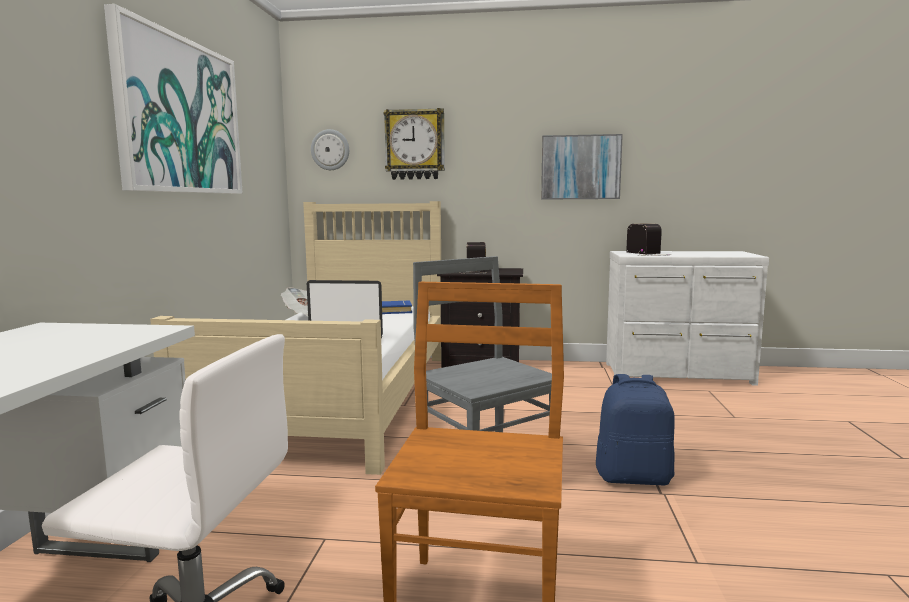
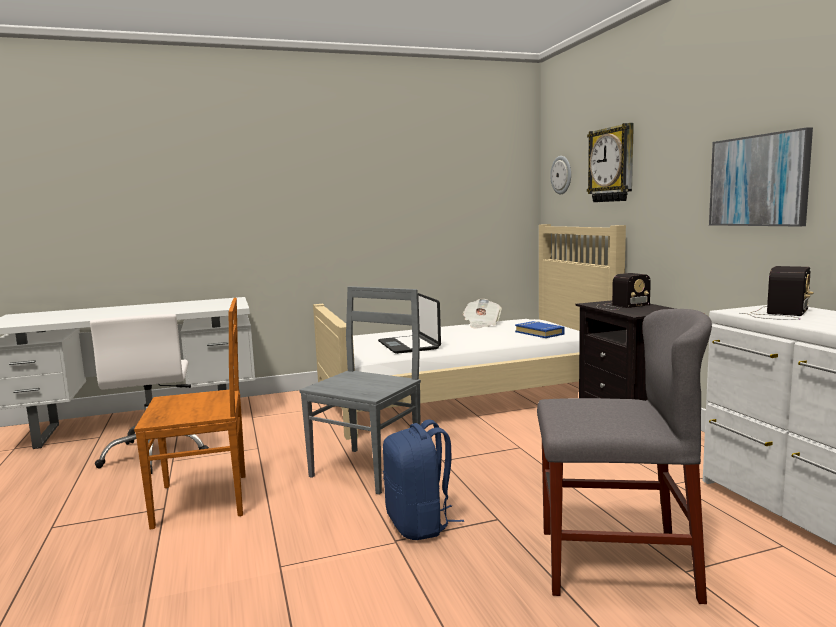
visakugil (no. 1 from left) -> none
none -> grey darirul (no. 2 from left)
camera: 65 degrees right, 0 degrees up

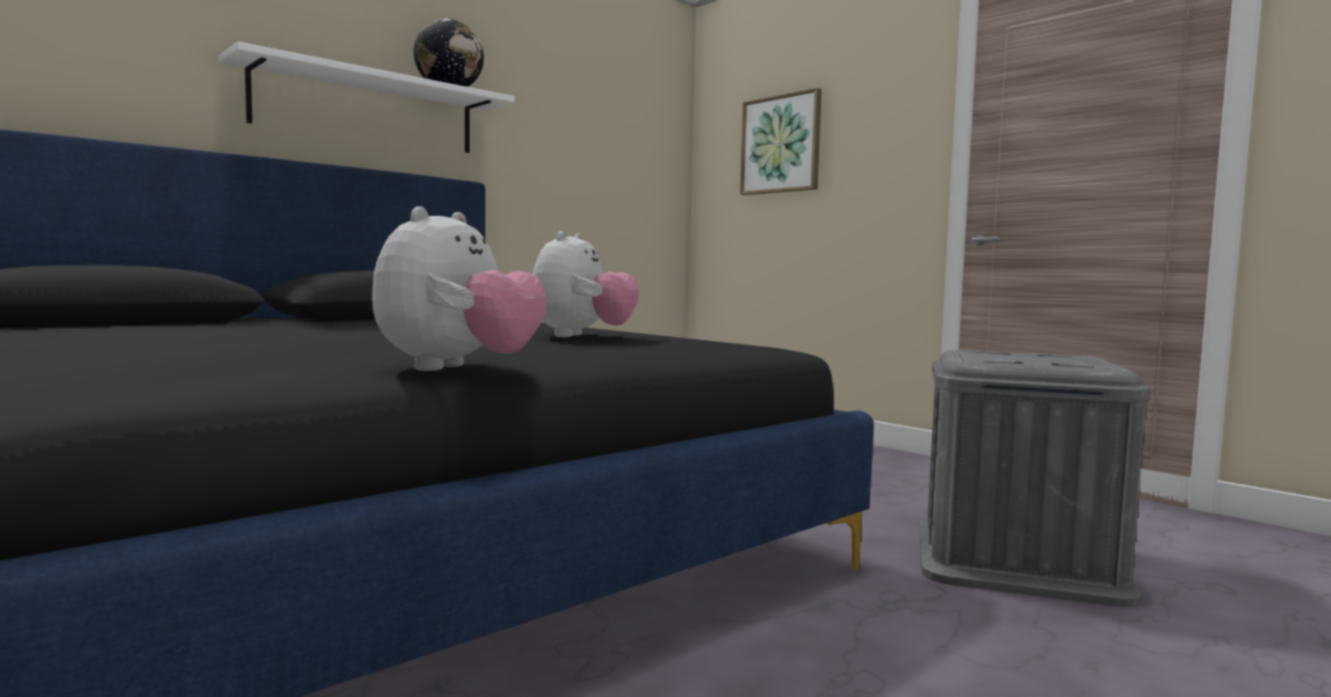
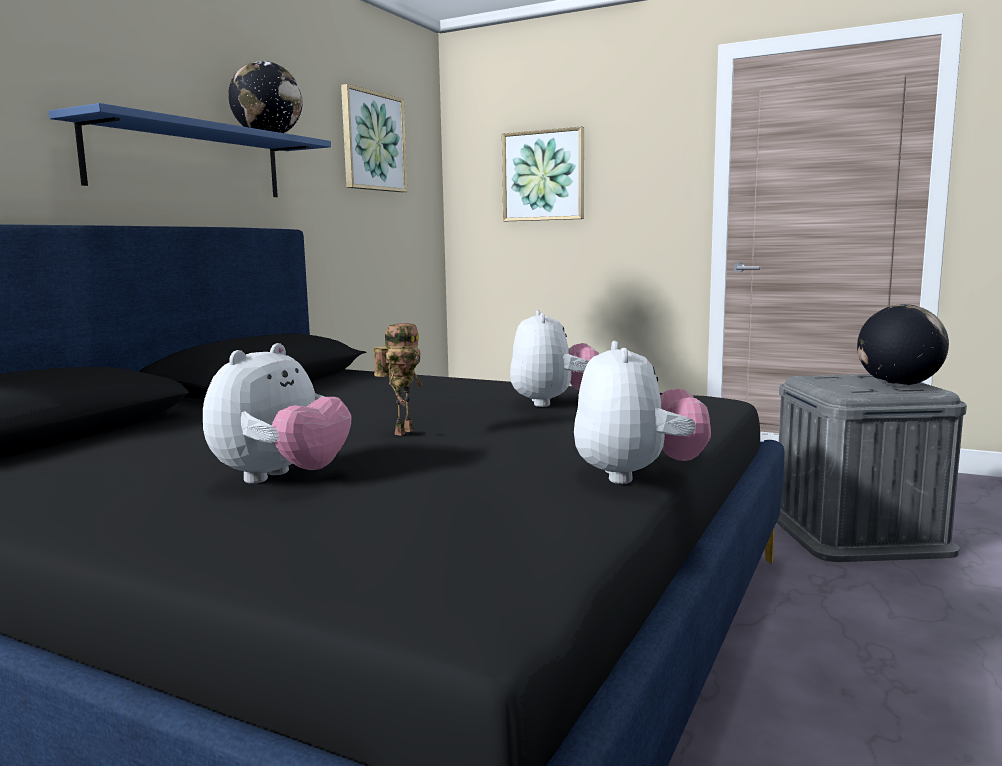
none -> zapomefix (no. 1 from left)
none -> visakugil (no. 1 from left)
none -> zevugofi
none -> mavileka (no. 2 from left)
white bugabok -> blue bugabok
camera: 20 degrees left, 5 degrees up

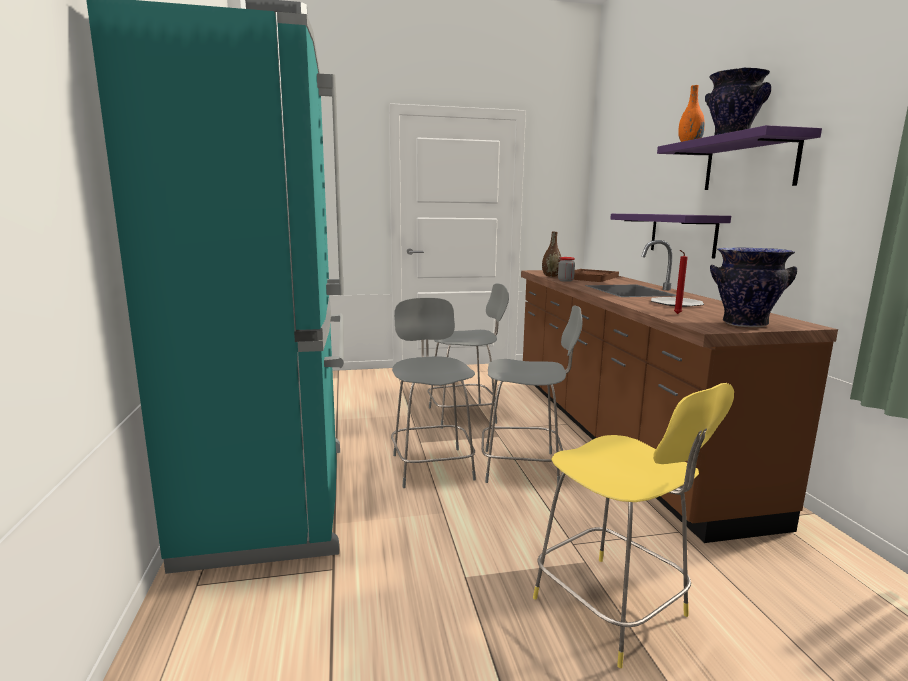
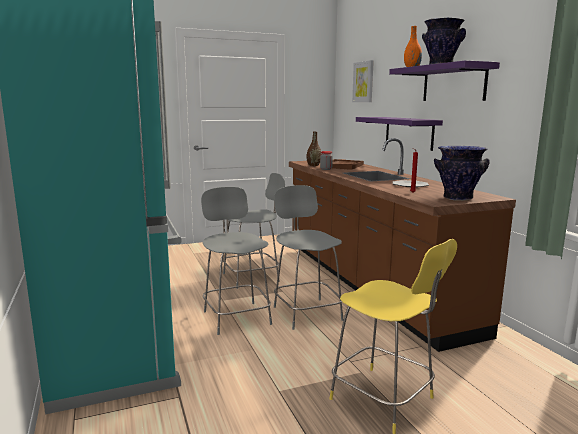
none -> visakugil
grey darirul (no. 3 from left), 105 degrees counterclockwise
camera: 10 degrees left, 0 degrees up

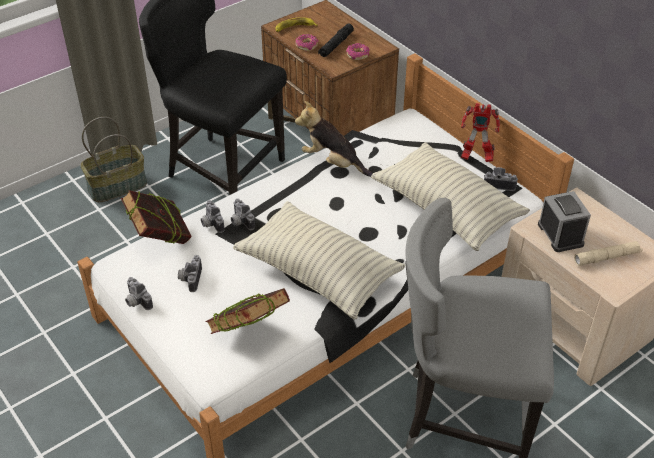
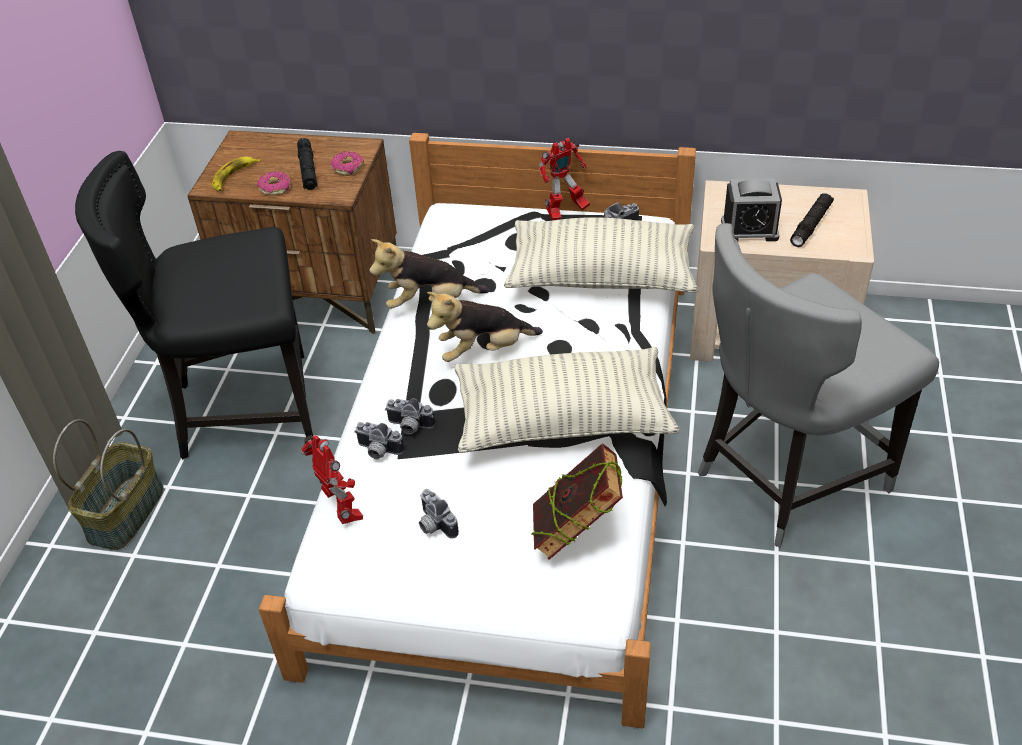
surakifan (no. 1 from left) -> none
none -> zapomefix (no. 2 from left)
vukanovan (no. 1 from left) -> zevugofi (no. 1 from left)
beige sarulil -> black sarulil (no. 2 from left)
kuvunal, 150 degrees clockwise
camera: 40 degrees left, 0 degrees up

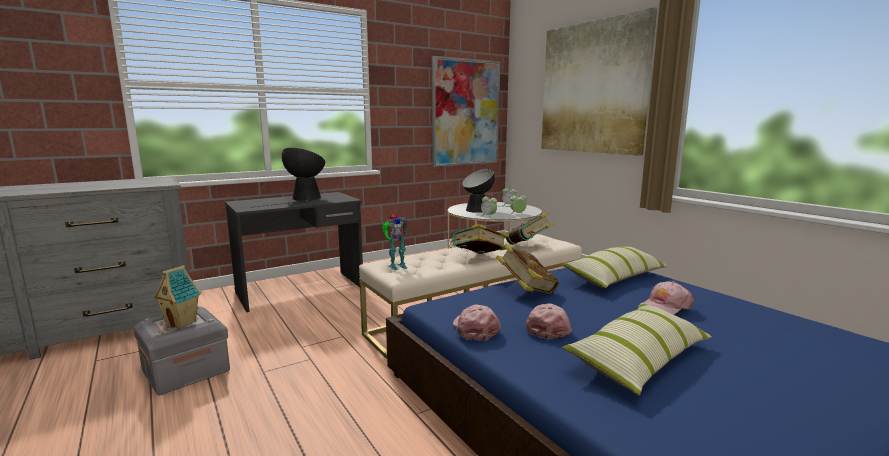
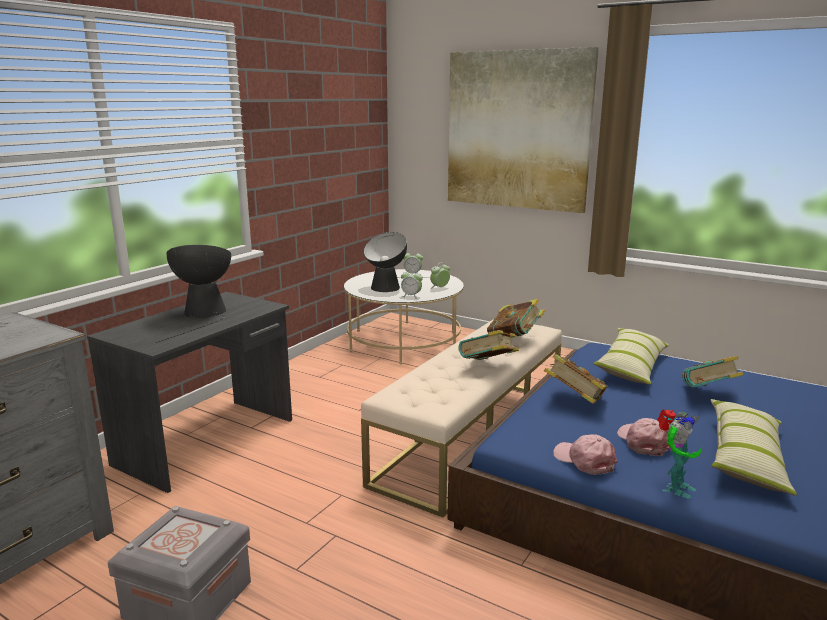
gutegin -> none
visakugil (no. 1 from left) -> none
zevugofi, shifted
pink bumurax (no. 3 from left) -> vukanovan (no. 4 from left)
camera: 25 degrees left, 5 degrees up

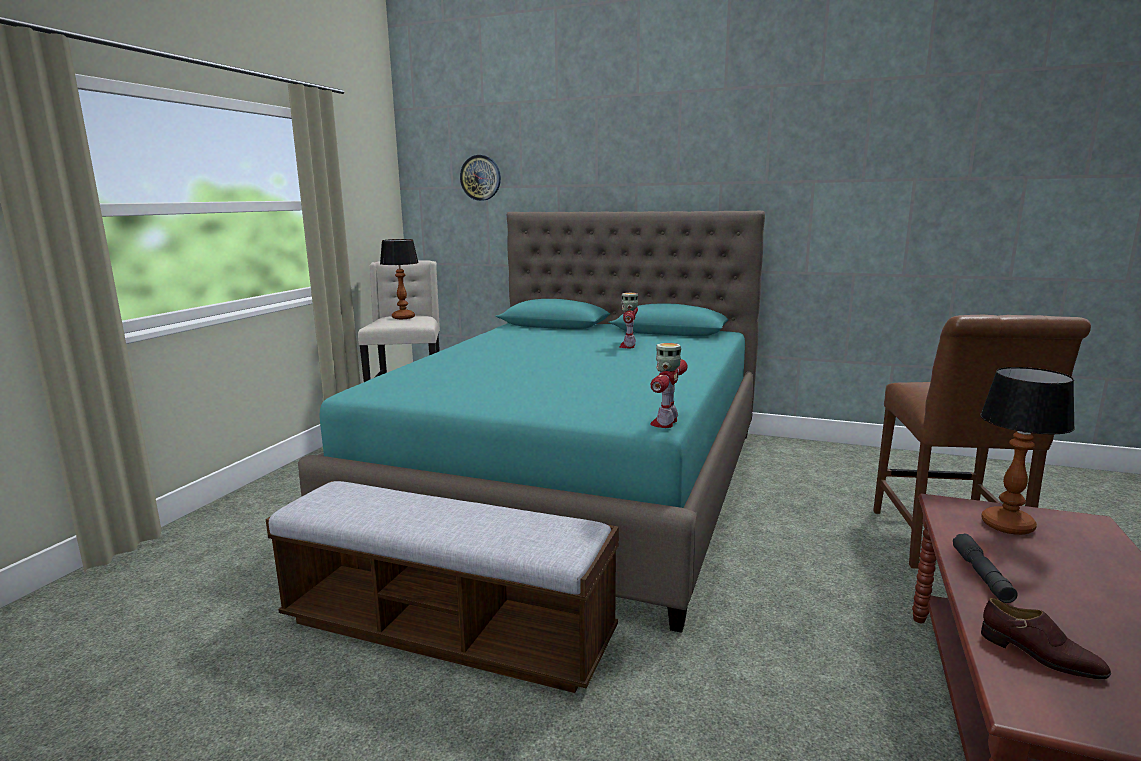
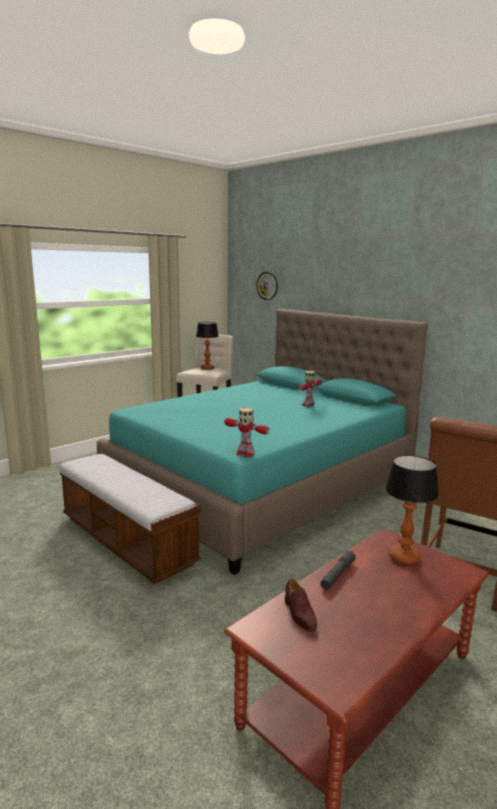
zevugofi (no. 2 from left in the first image) -> zevugofi (no. 1 from left), 105 degrees counterclockwise
camera: 25 degrees right, 0 degrees up

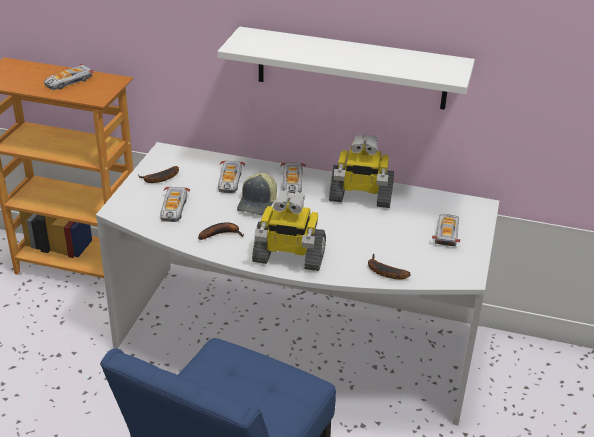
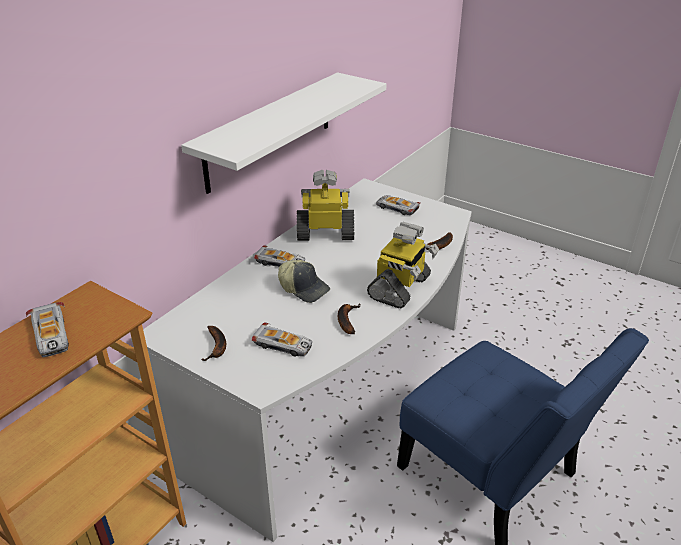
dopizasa (no. 3 from left) -> none
zevugofi (no. 2 from left in the first image) -> zevugofi (no. 1 from left), 120 degrees counterclockwise
camera: 70 degrees left, 0 degrees up

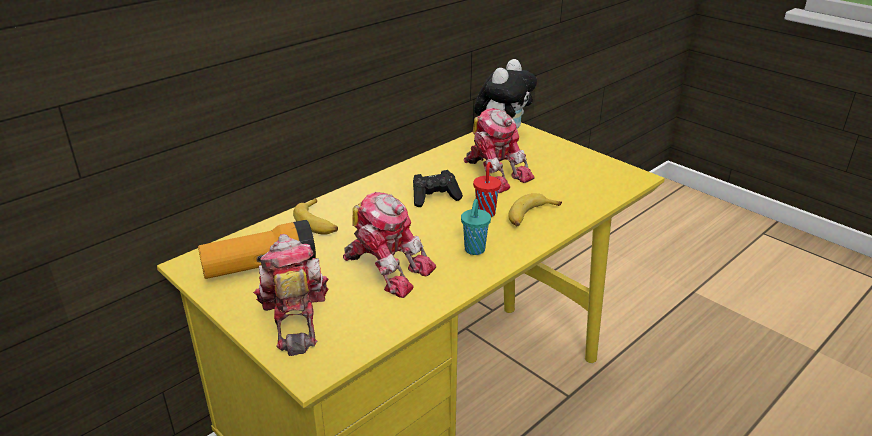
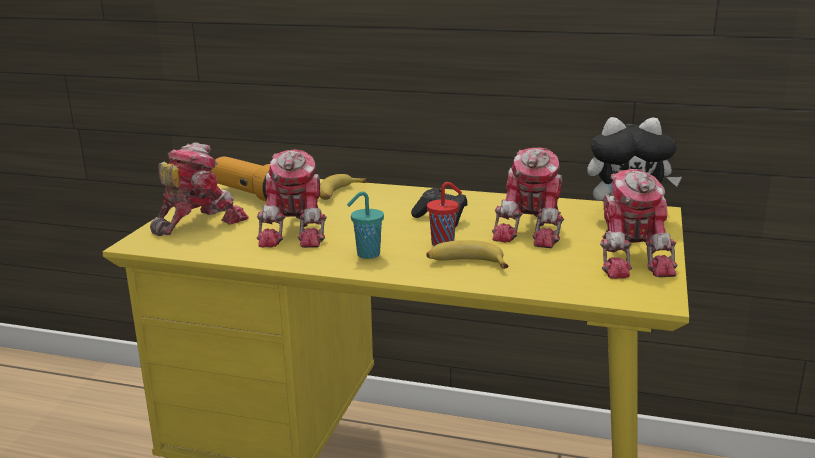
none -> zevugofi (no. 4 from left)
camera: 60 degrees right, 10 degrees down

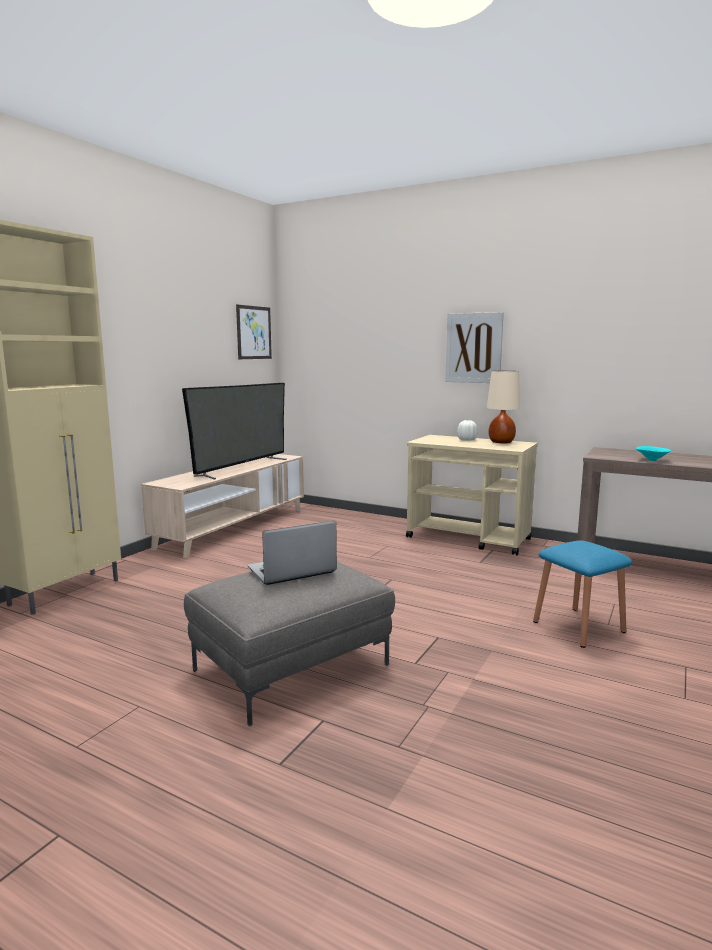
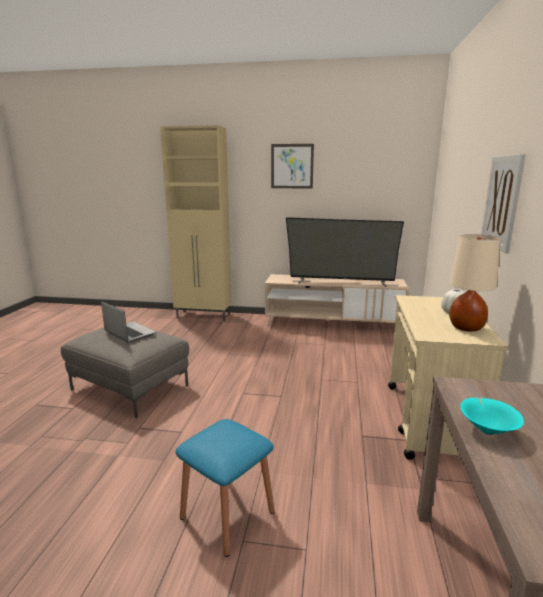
visakugil (no. 1 from left), shifted
camera: 70 degrees right, 5 degrees up

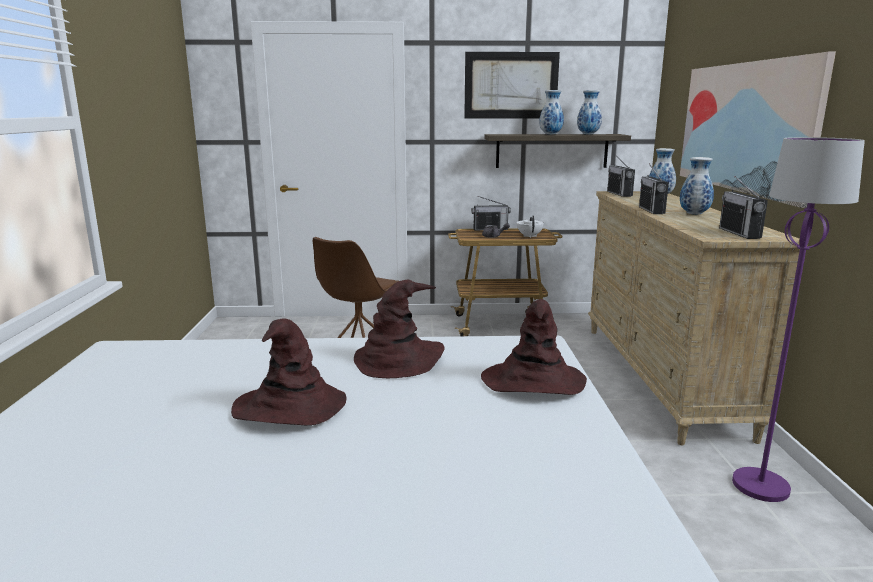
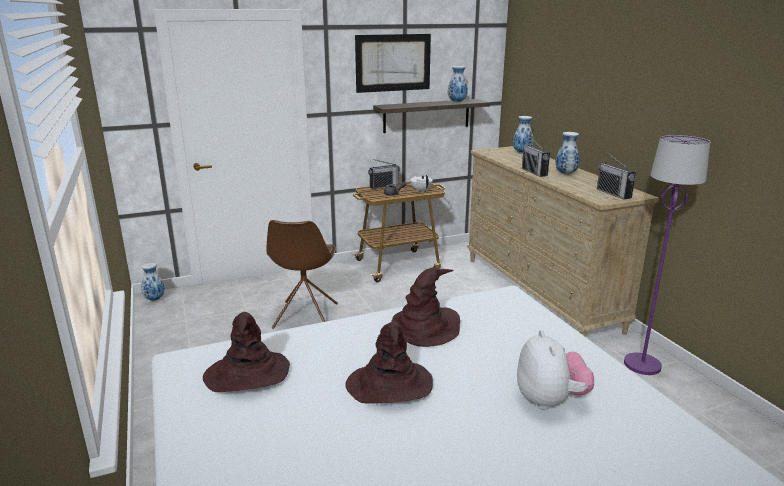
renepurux (no. 2 from left) -> none
visakugil (no. 2 from left) -> none
none -> zapomefix
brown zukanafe (no. 3 from left in the first image) -> brown zukanafe (no. 1 from left), shifted
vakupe (no. 1 from left), shifted
camera: 20 degrees left, 5 degrees up

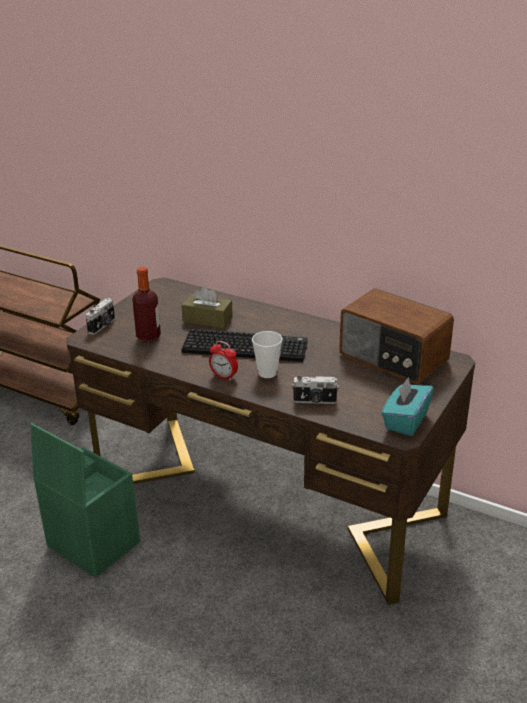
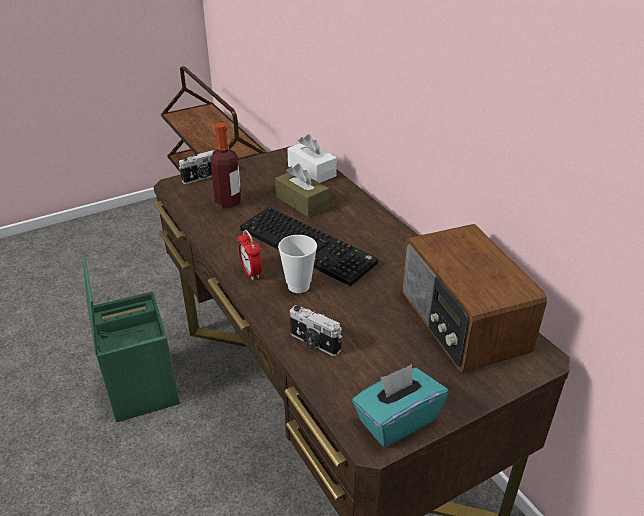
none -> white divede
camera: 30 degrees right, 5 degrees up

